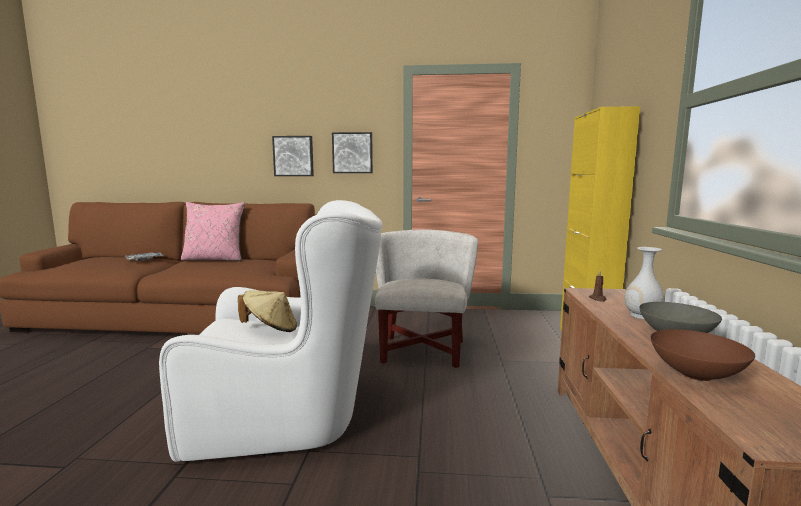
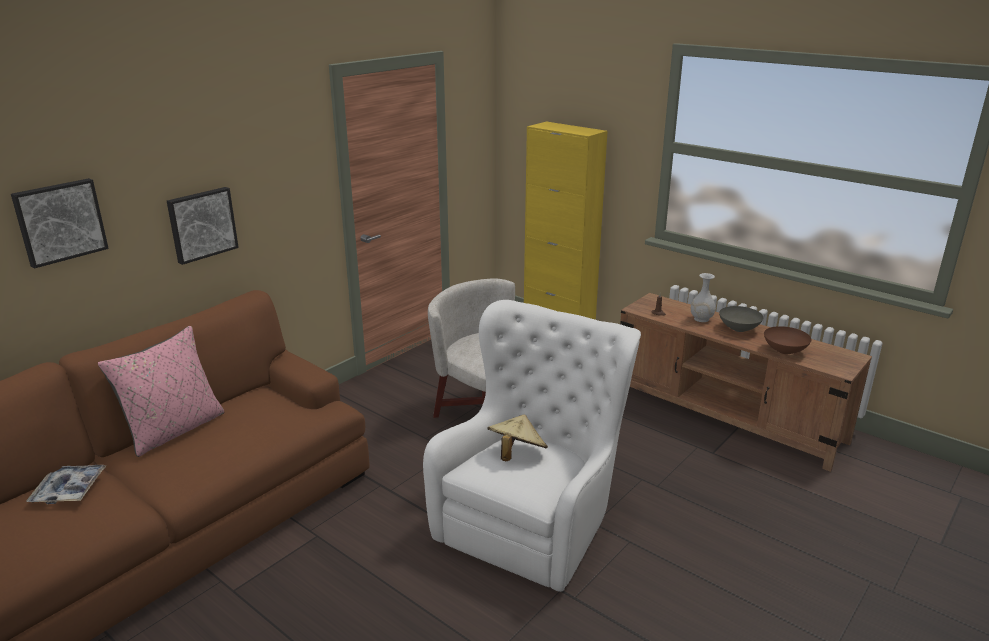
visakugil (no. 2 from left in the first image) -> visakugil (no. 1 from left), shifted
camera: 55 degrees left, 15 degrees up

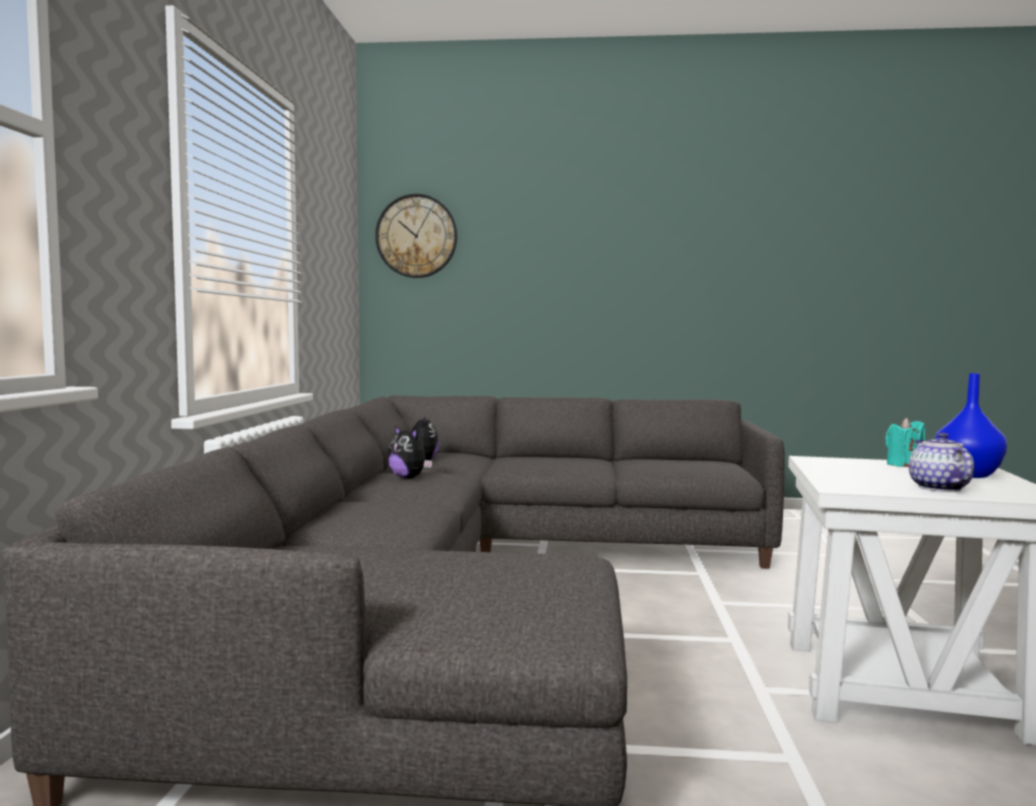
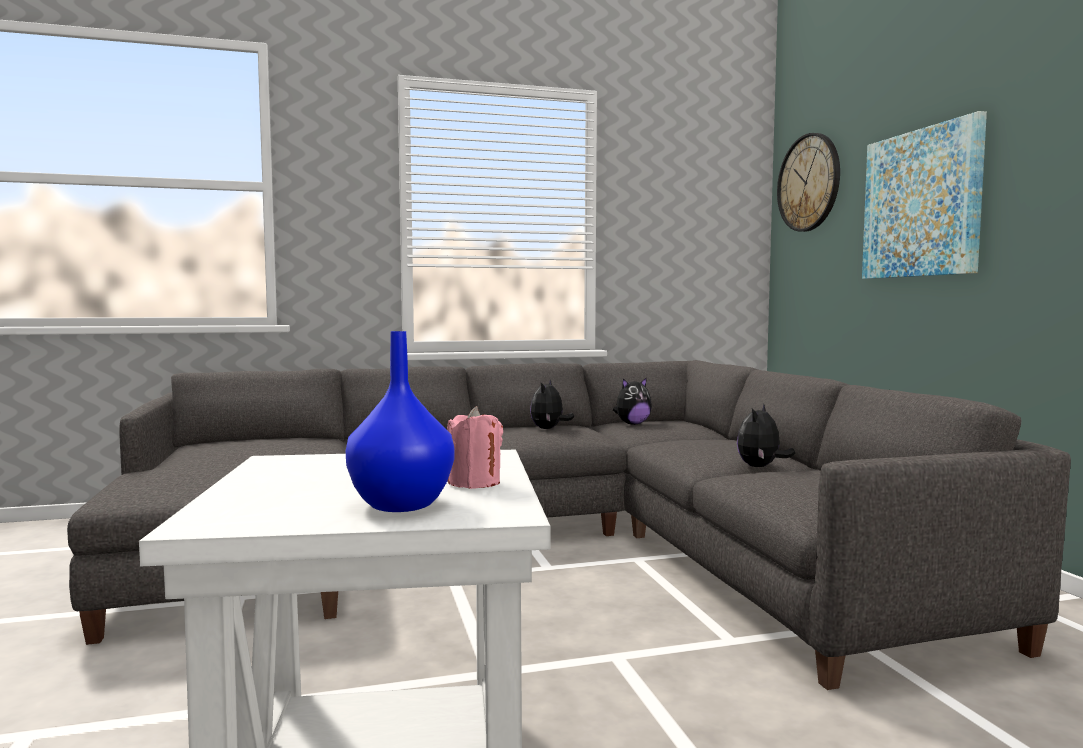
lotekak -> none
none -> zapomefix (no. 3 from left)
none -> visakugil
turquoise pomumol -> pink pomumol
camera: 70 degrees right, 0 degrees up

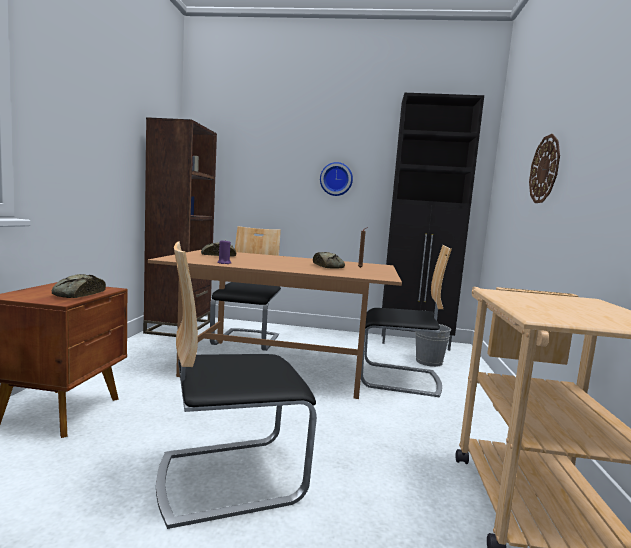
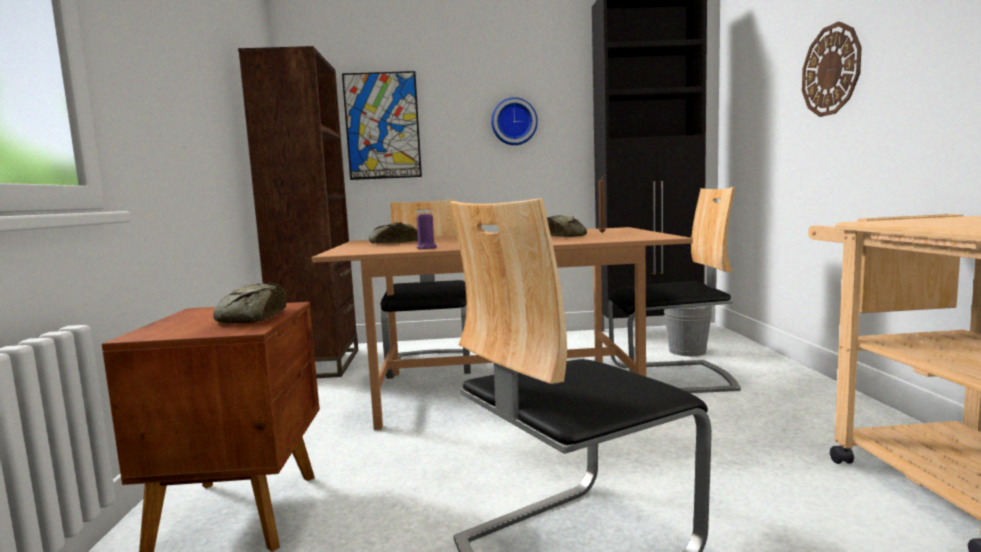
none -> visakugil
camera: 10 degrees left, 0 degrees up

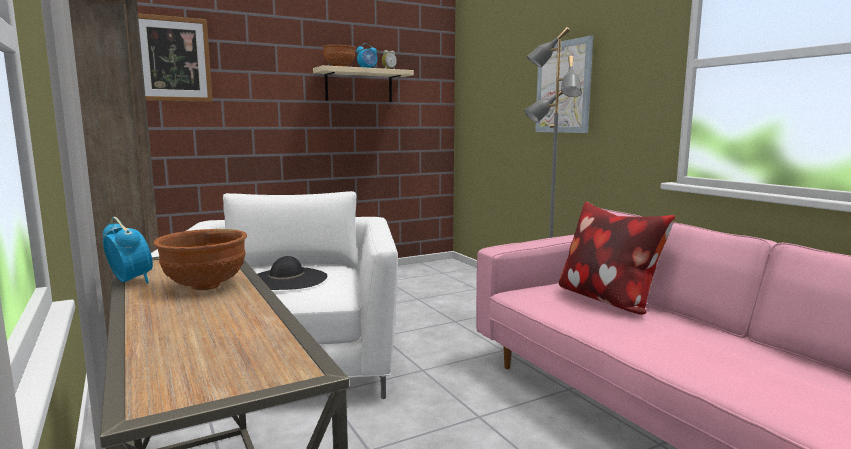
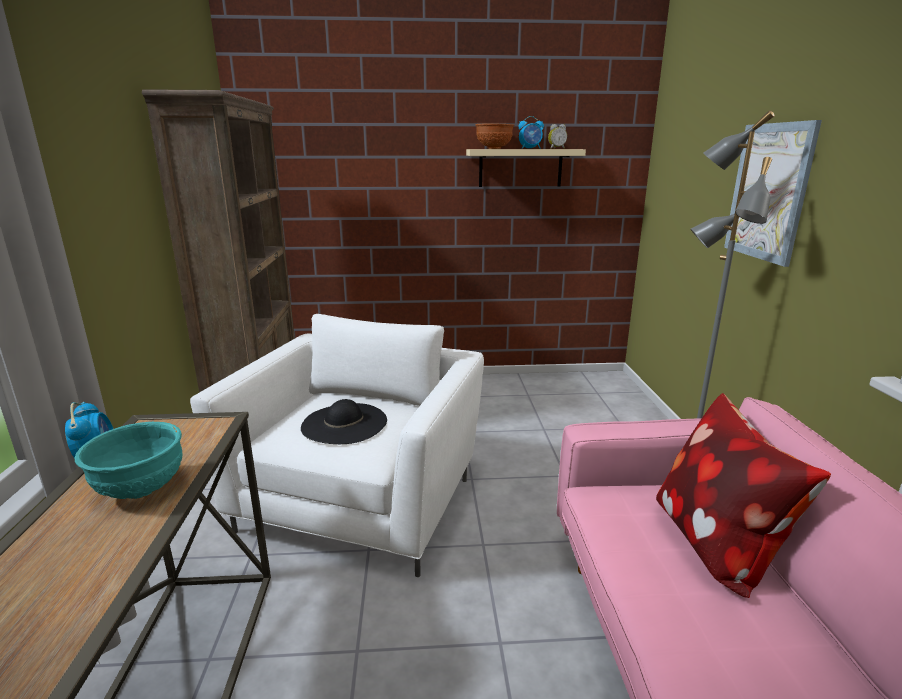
visakugil (no. 1 from left) -> none
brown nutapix (no. 1 from left) -> turquoise nutapix
camera: 25 degrees right, 10 degrees up

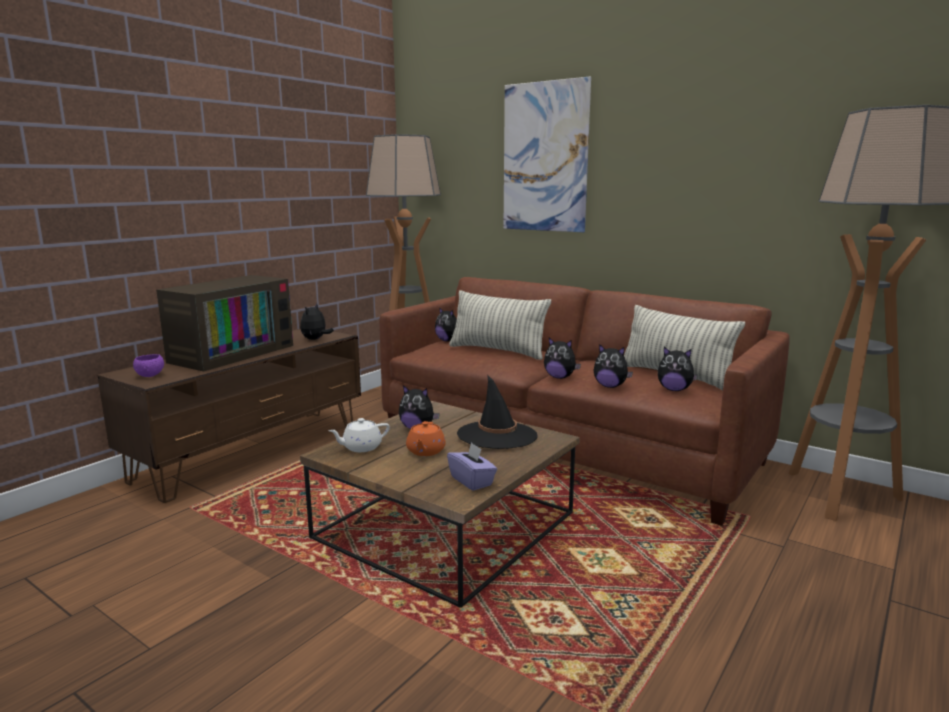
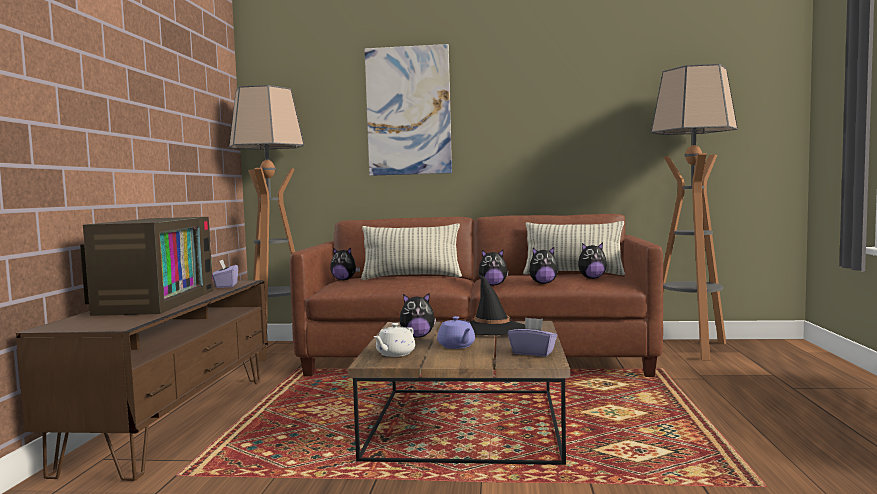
purple nutapix -> none
zapomefix (no. 1 from left) -> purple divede (no. 1 from left)
orange lotekak -> purple lotekak
camera: 30 degrees left, 10 degrees down

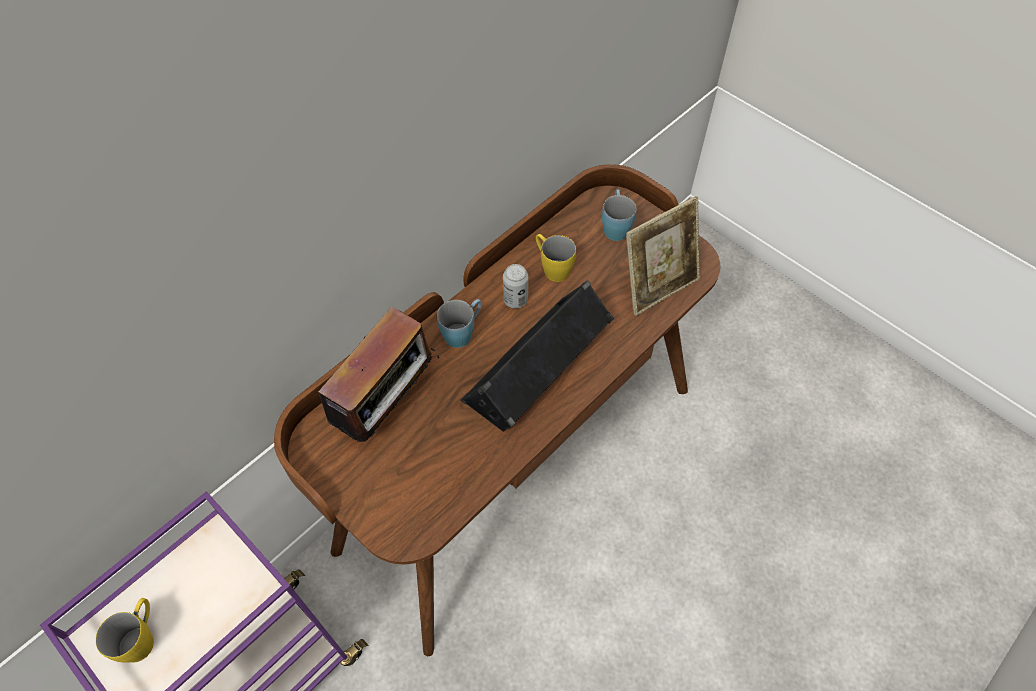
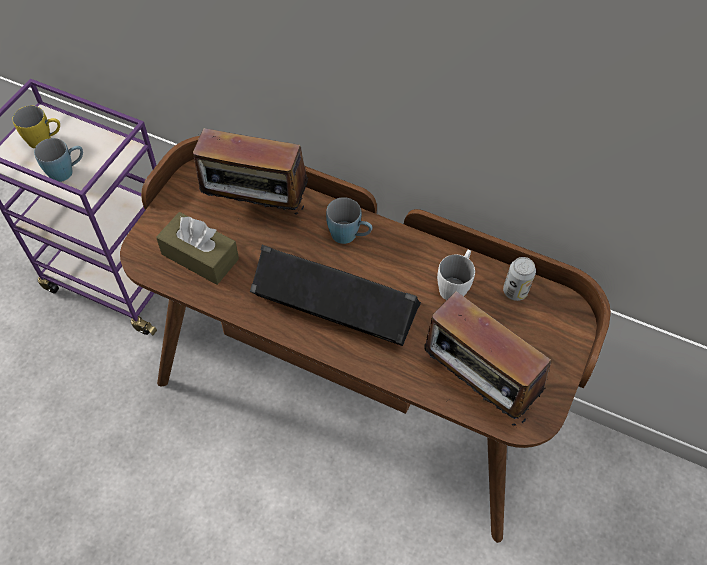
none -> brown divede
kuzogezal, shifted
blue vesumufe (no. 2 from left in the first image) -> blue vesumufe (no. 1 from left), shifted
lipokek -> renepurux (no. 2 from left)
yellow vesumufe (no. 2 from left) -> white vesumufe
camera: 70 degrees right, 0 degrees up

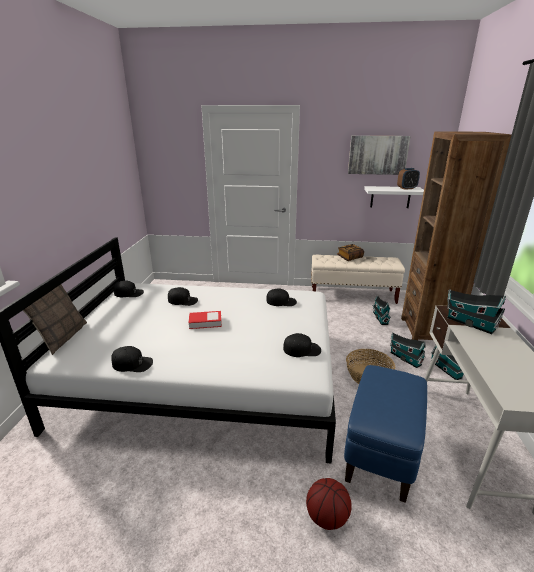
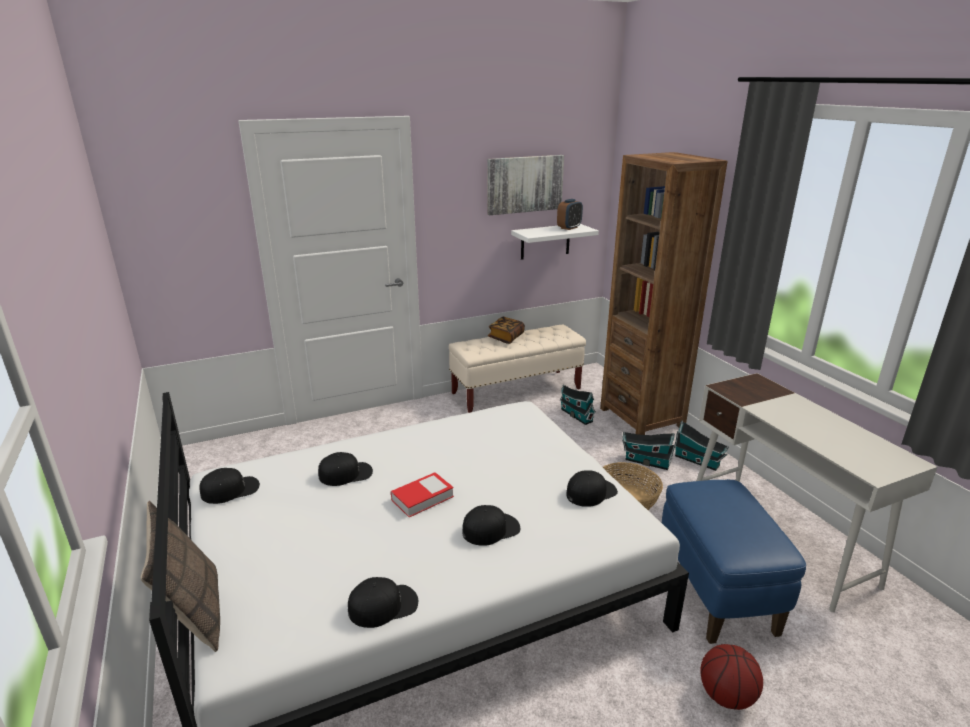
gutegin (no. 4 from left) -> none
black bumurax (no. 4 from left), shifted
camera: 30 degrees left, 0 degrees up

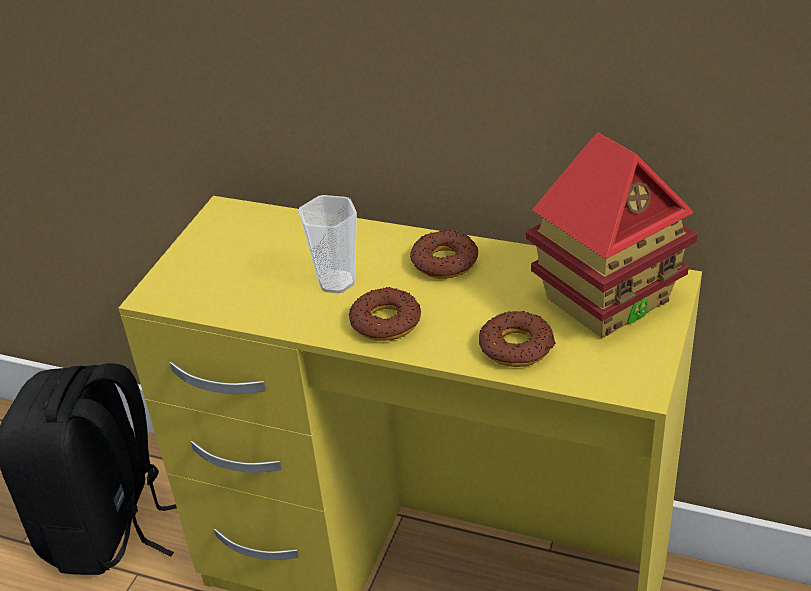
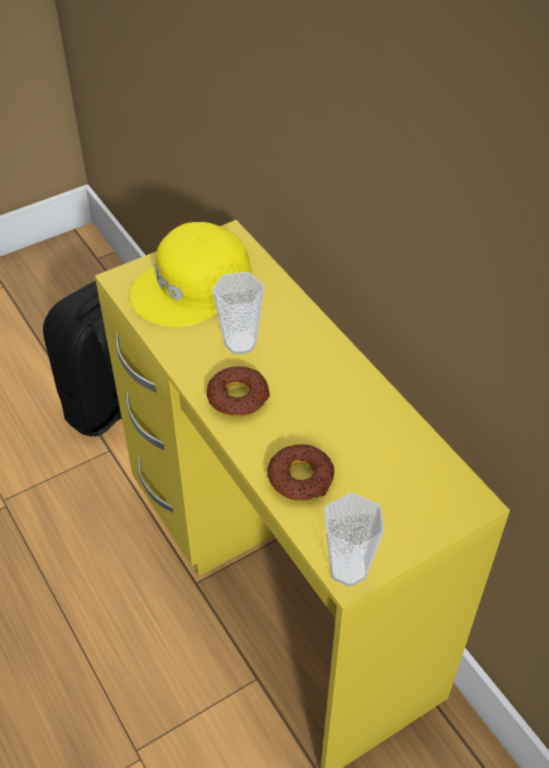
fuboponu (no. 2 from left) -> none
gutegin -> none
none -> yellow bumurax
none -> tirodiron (no. 2 from left)
camera: 35 degrees right, 10 degrees up

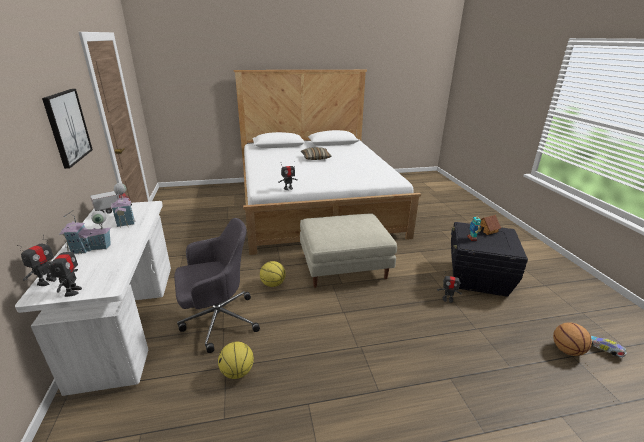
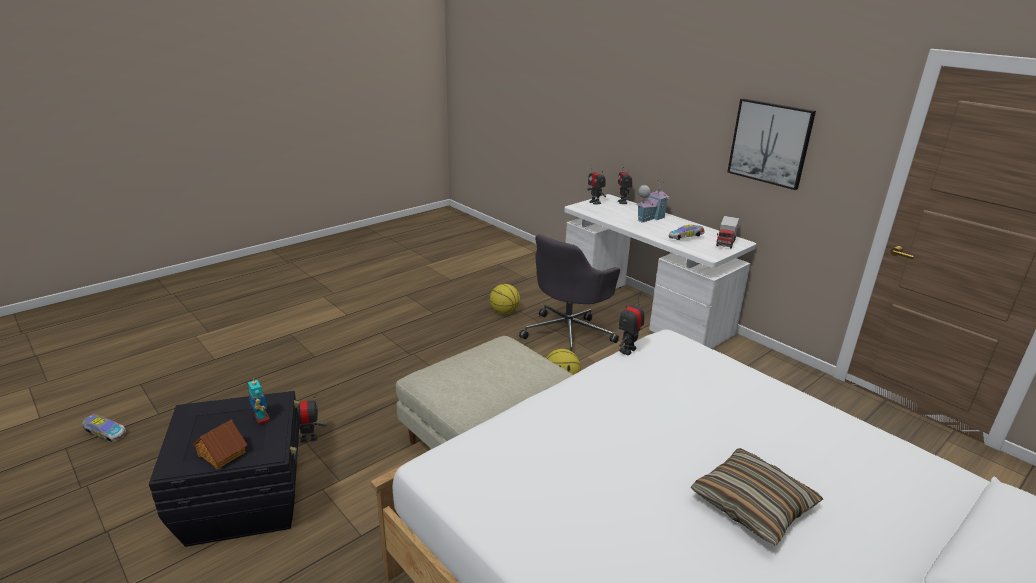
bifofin (no. 3 from left) -> none
gutegin (no. 2 from left) -> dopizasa (no. 2 from left)
camera: 150 degrees right, 0 degrees up

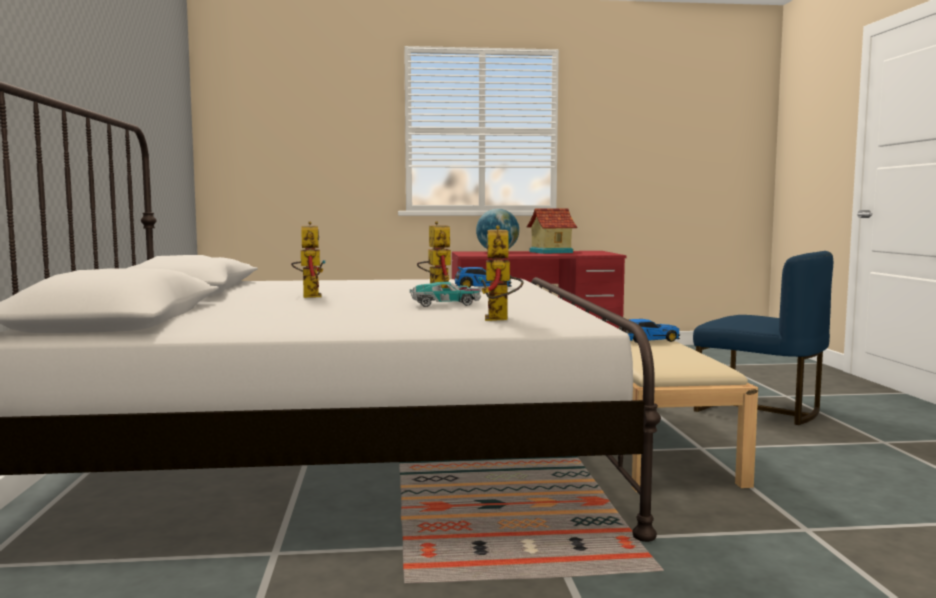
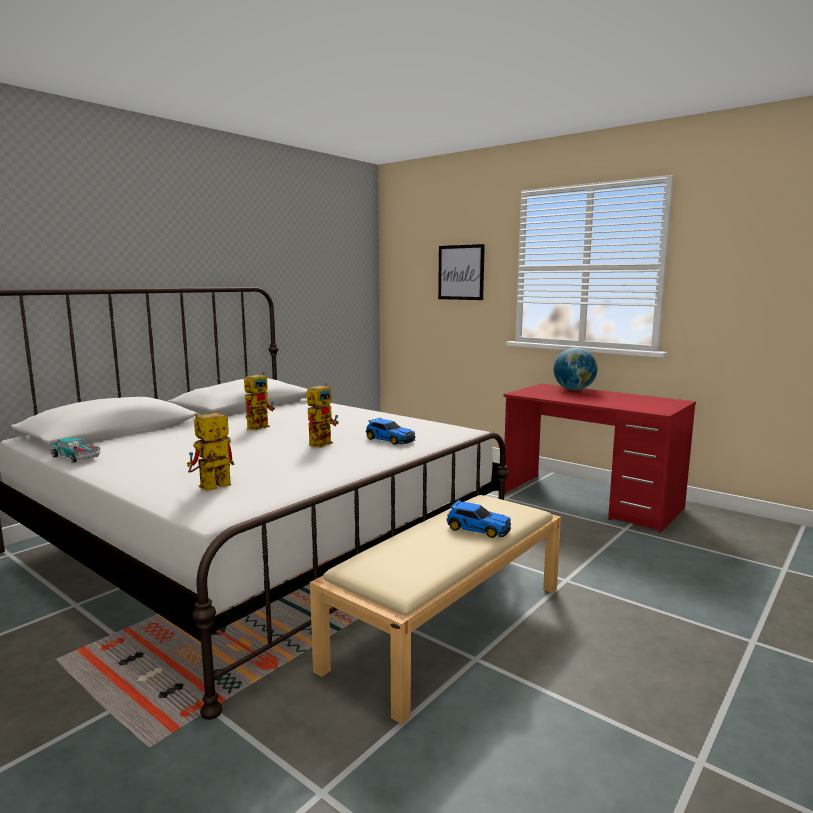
gutegin -> none
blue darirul -> none
none -> visakugil
dopizasa (no. 1 from left), shifted
camera: 45 degrees right, 5 degrees up

